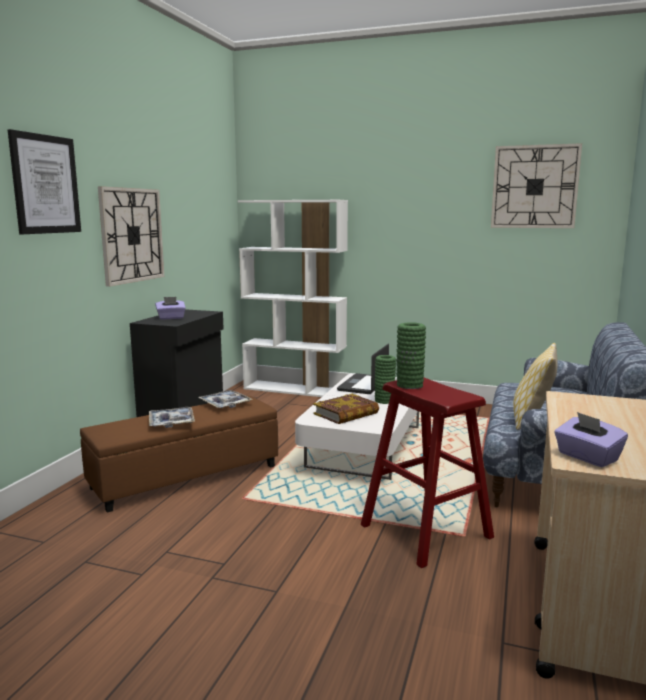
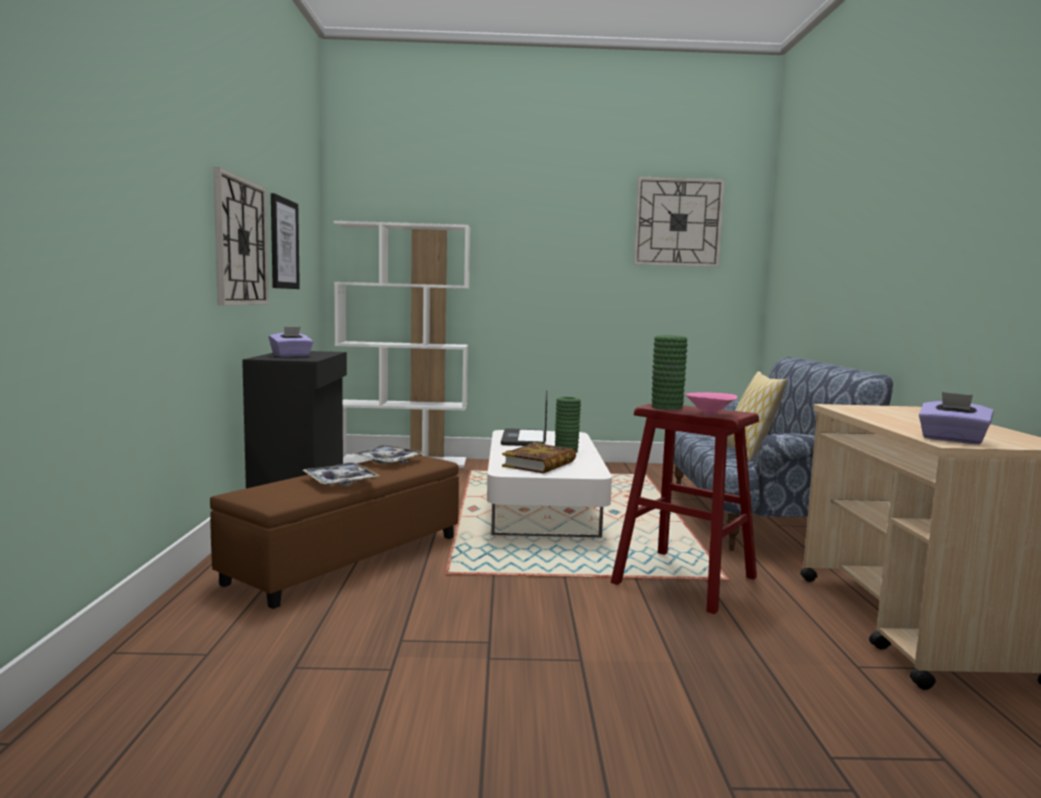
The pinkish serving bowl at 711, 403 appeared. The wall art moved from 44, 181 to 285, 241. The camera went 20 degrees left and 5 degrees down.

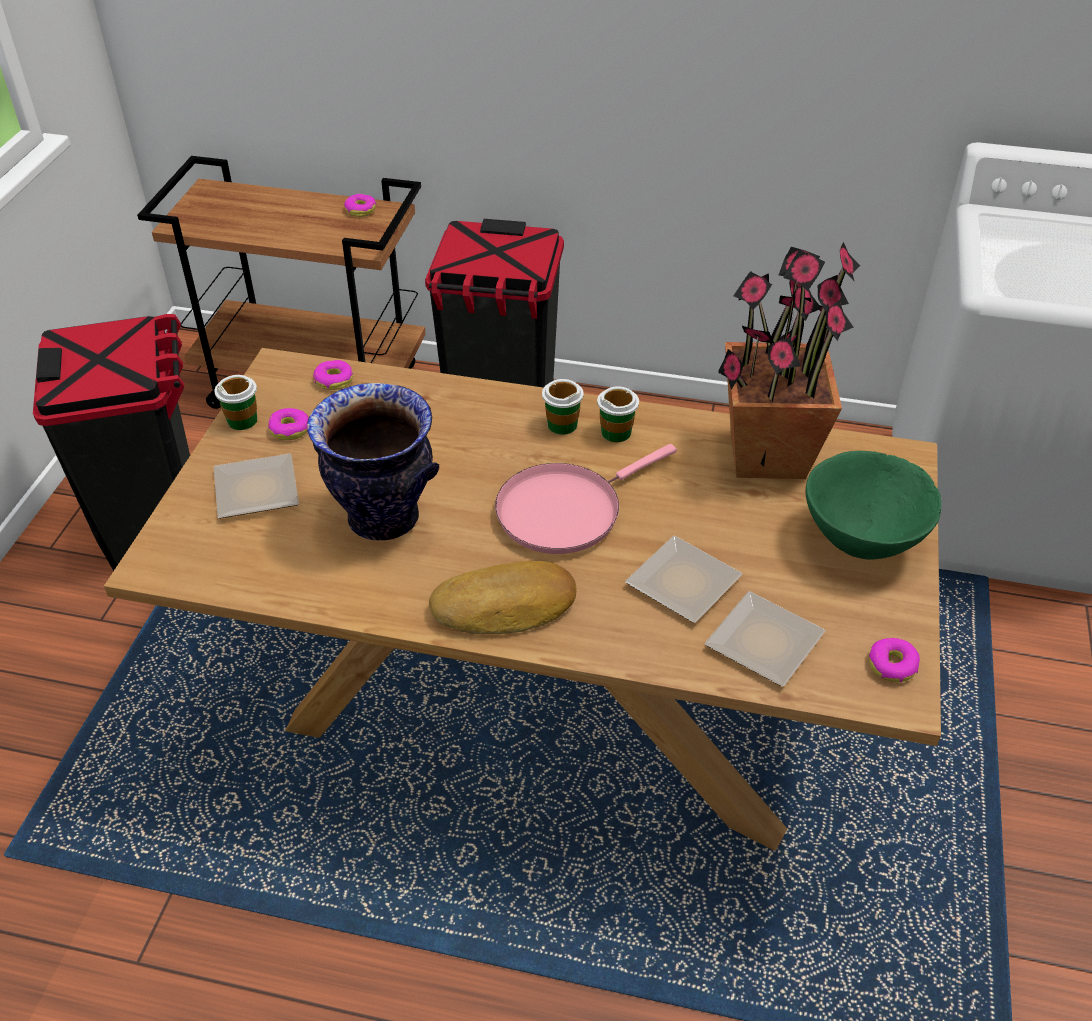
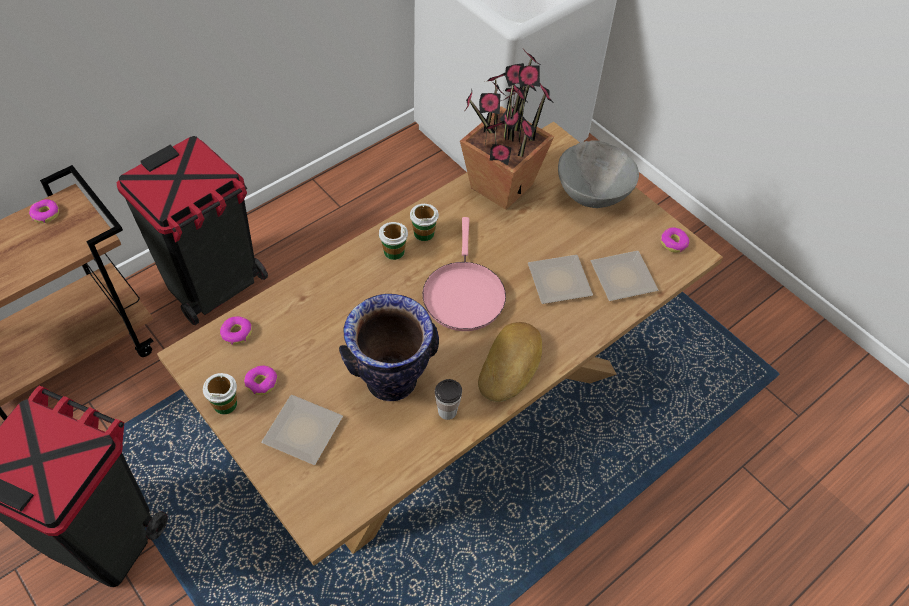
The small cup at 448, 399 appeared. The green serving bowl at 873, 505 became the gray serving bowl at 598, 174. The camera went 55 degrees left and 10 degrees up.

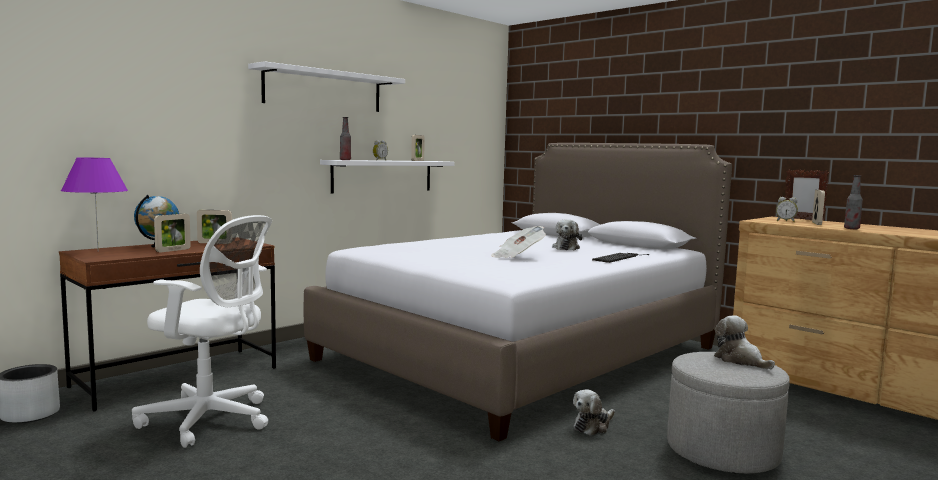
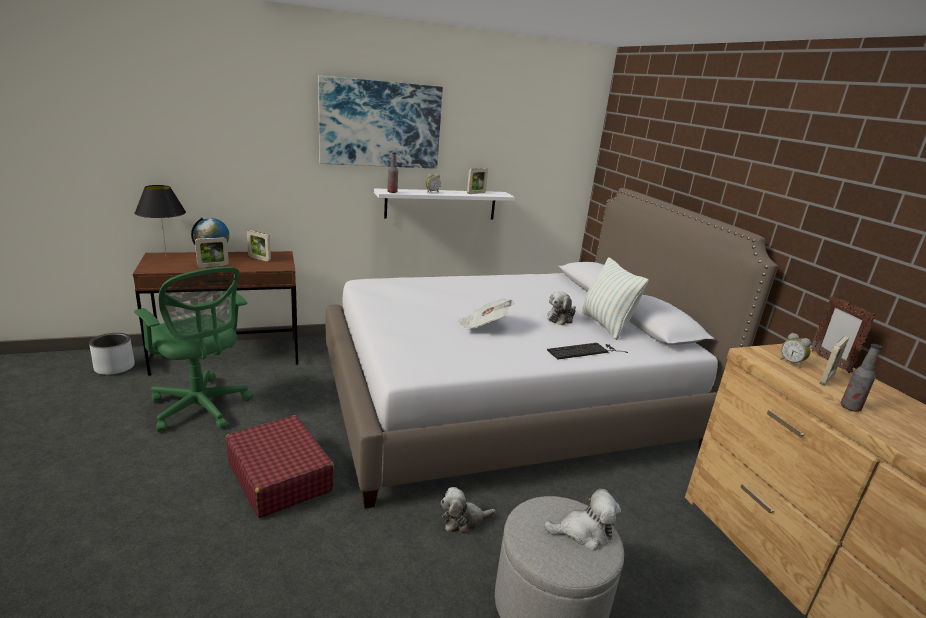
The reddish suitcase at 280, 466 appeared. The pillow at 614, 299 appeared. The white-coloured wall shelf at 326, 86 was replaced by the wall art at 380, 122. The purple lamp for a table at 94, 204 became the black lamp for a table at 160, 221. The white-coloured office chair at 202, 331 became the green office chair at 193, 349. The soft toy at 744, 342 turned 90 degrees clockwise. The camera went 25 degrees right and 15 degrees up.

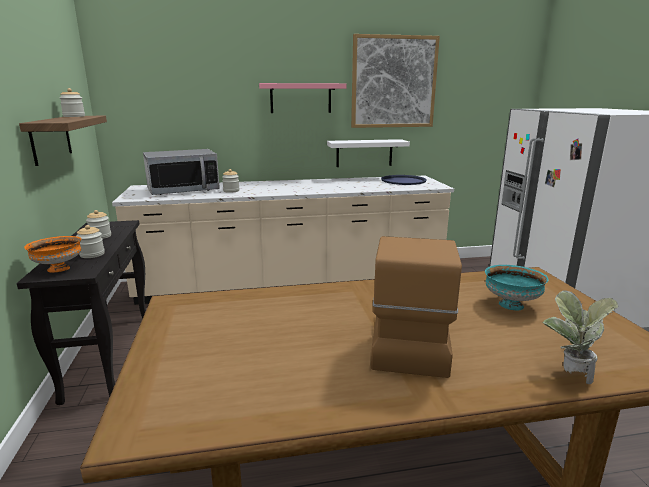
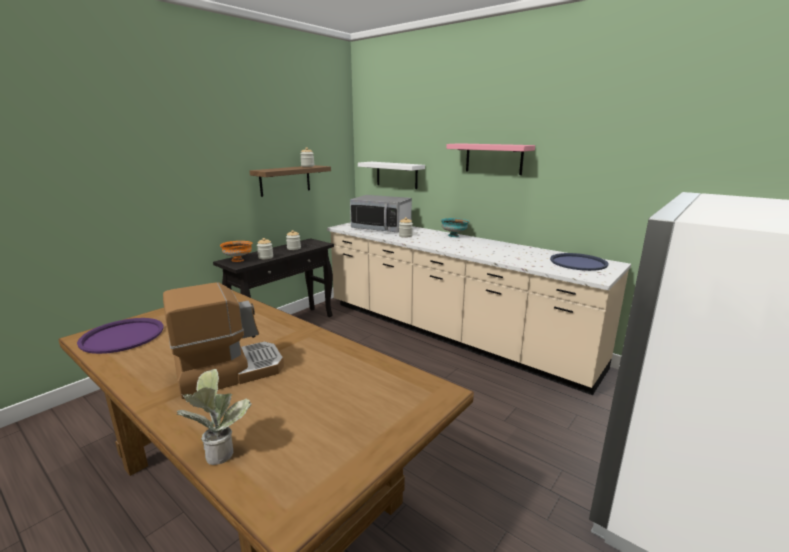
The wall art at 395, 81 disappeared. The purple tray at 120, 336 appeared. The white-coloured wall shelf moved from 368, 153 to 391, 175. The turquoise serving bowl moved from 517, 287 to 455, 227. The camera went 50 degrees right and 0 degrees up.

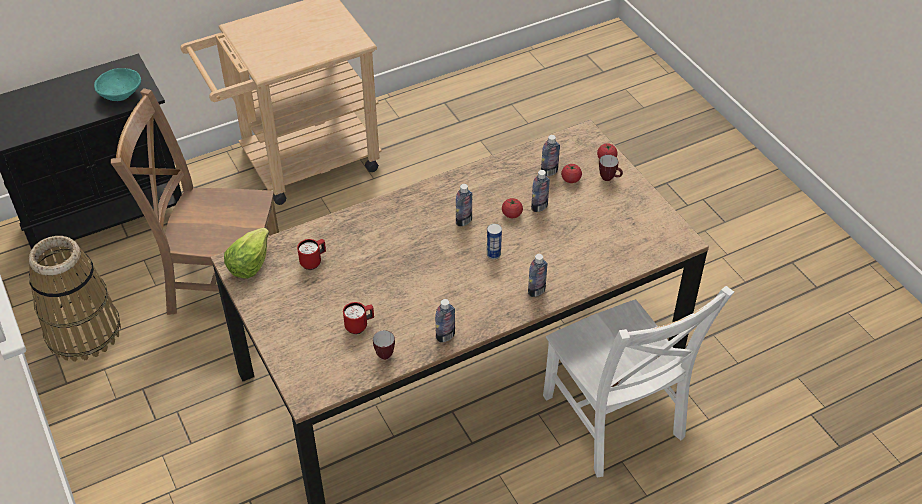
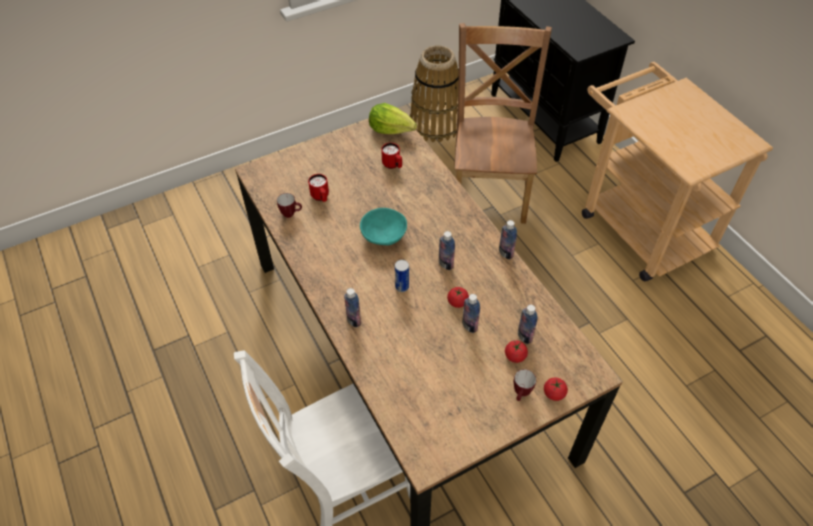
The turquoise serving bowl moved from 117, 84 to 383, 226. The drink bottle moved from 445, 320 to 508, 240. The camera went 90 degrees right and 5 degrees up.

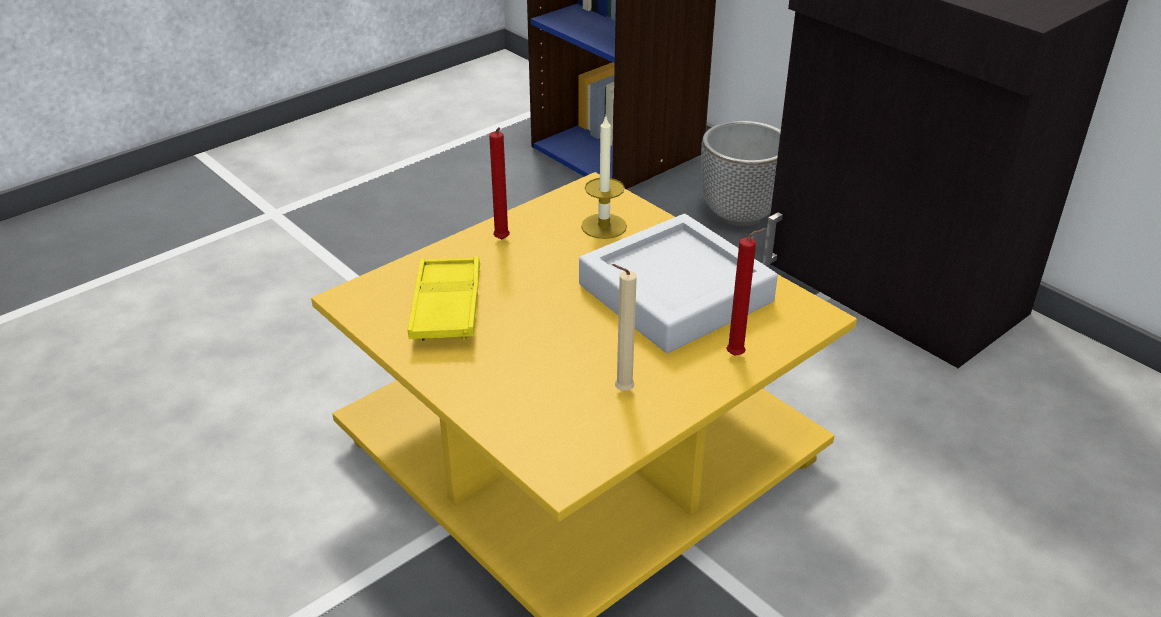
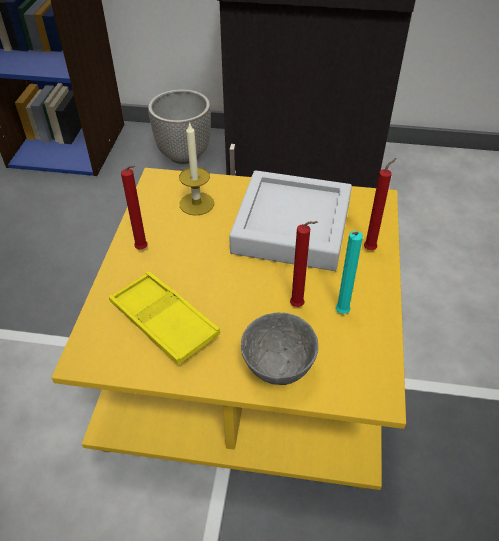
The gray serving bowl at 279, 348 appeared. The reddish wax candle at 304, 264 appeared. The beige-coloured wax candle at 624, 327 became the turquoise wax candle at 349, 272. The camera went 40 degrees left and 10 degrees up.

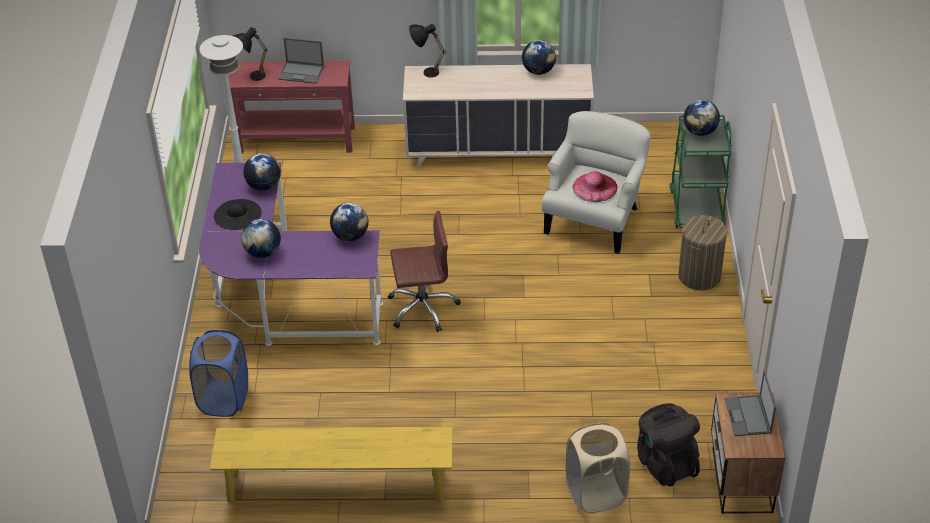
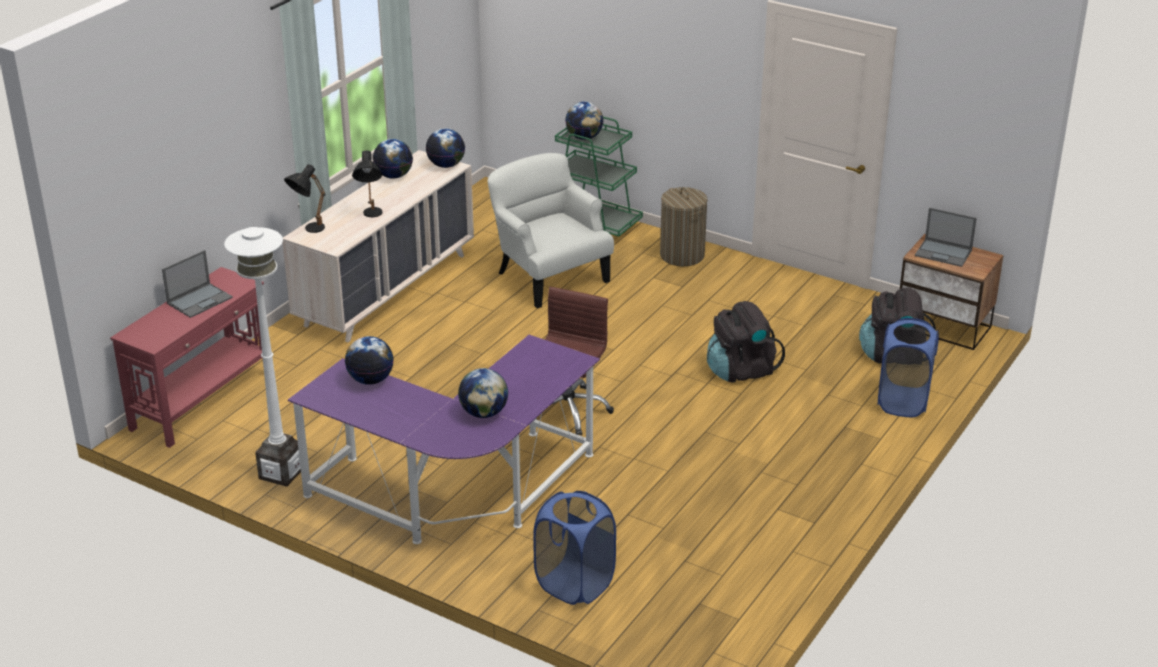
The yellow-coloured bench at 331, 465 disappeared. The black hat at 238, 214 disappeared. The pinkish hat at 595, 187 disappeared. The black rucksack at 746, 342 appeared. The black lamp for a table moved from 250, 54 to 367, 183. The world globe moved from 349, 222 to 445, 148. The beige-coloured laundry basket at 598, 468 became the bluish laundry basket at 908, 367. The camera went 60 degrees left and 10 degrees down.

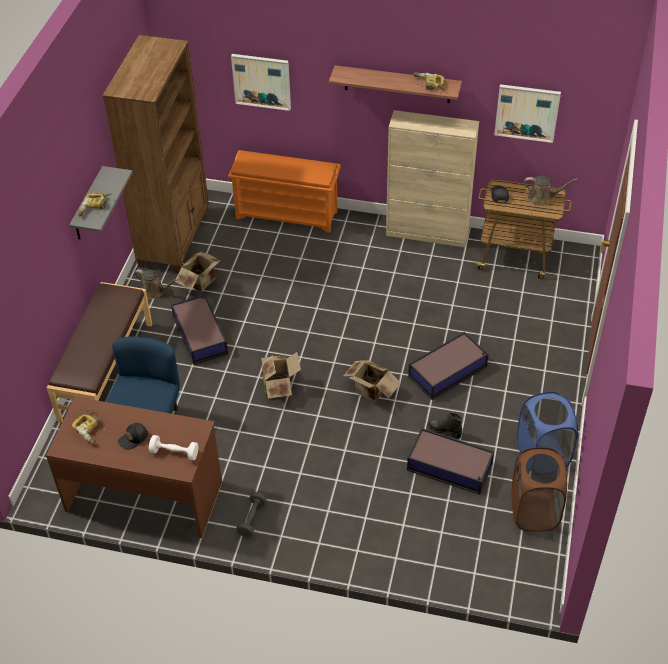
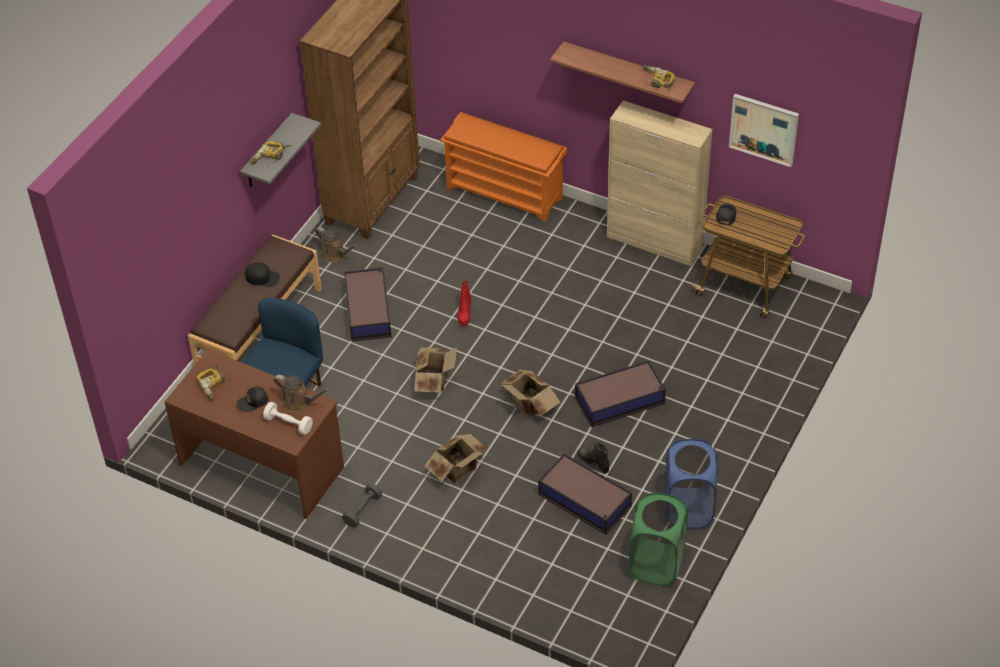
The wall art at 261, 82 disappeared. The black peaked cap at 262, 274 appeared. The reddish high-top boot at 464, 303 appeared. The packing box moved from 198, 271 to 456, 459. The brownish watering can moved from 551, 190 to 302, 393. The brownish laundry basket at 539, 489 became the green laundry basket at 658, 539. The camera went 15 degrees right and 0 degrees up.

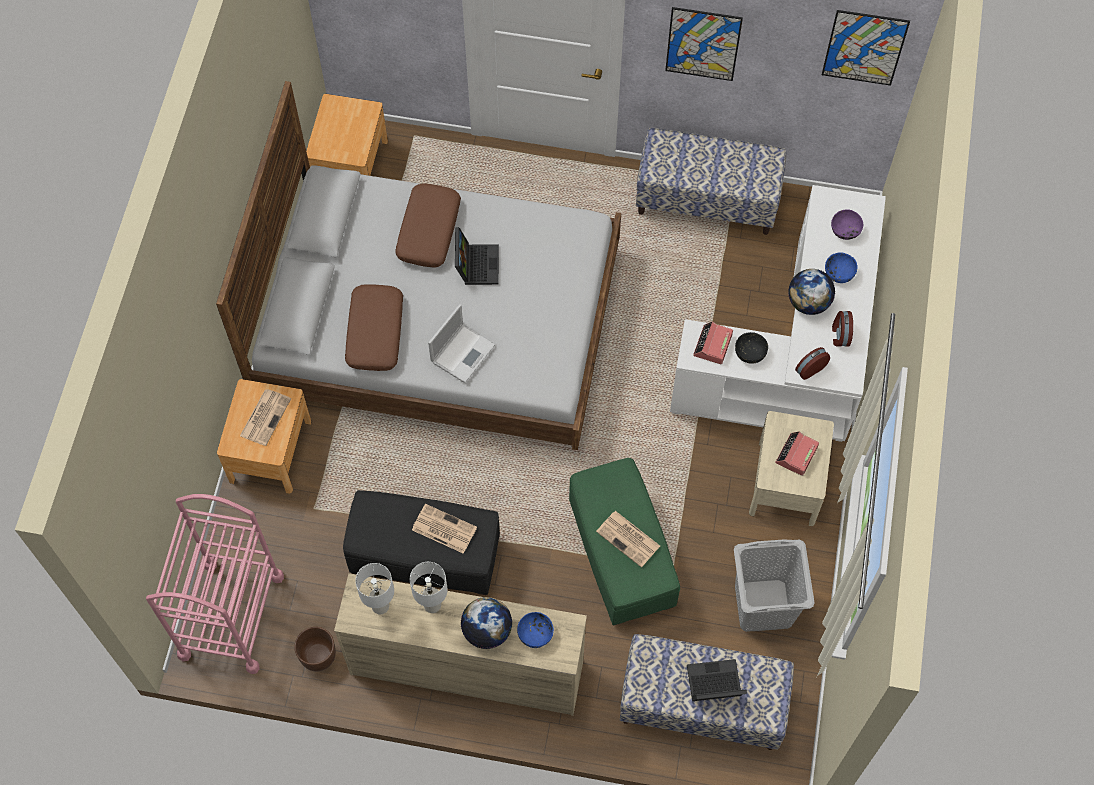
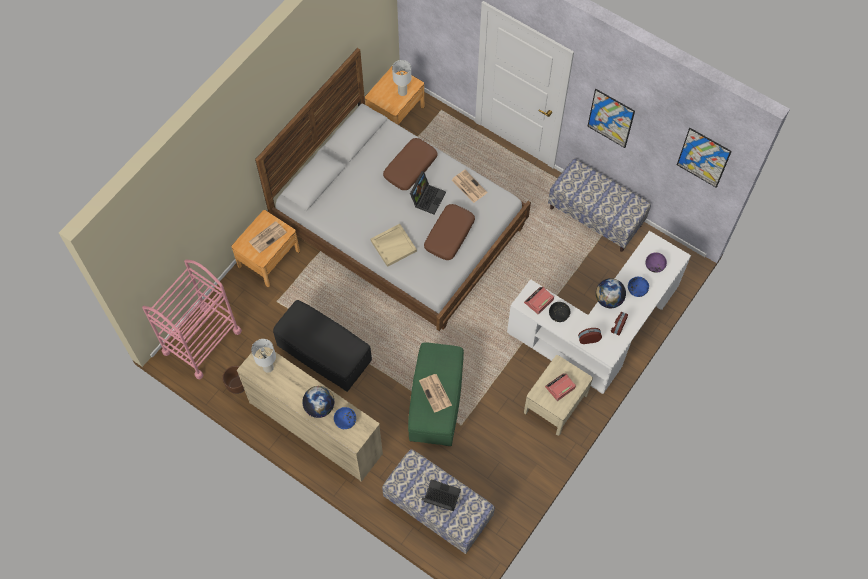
The gray laundry basket at 774, 586 disappeared. The brownish pillow moved from 374, 327 to 449, 232. The white-coloured lamp for a table moved from 429, 587 to 401, 78. The newspaper moved from 444, 529 to 470, 186. The portable computer at 462, 343 was replaced by the beige-coloured tray at 394, 245. The camera went 25 degrees right and 0 degrees up.

